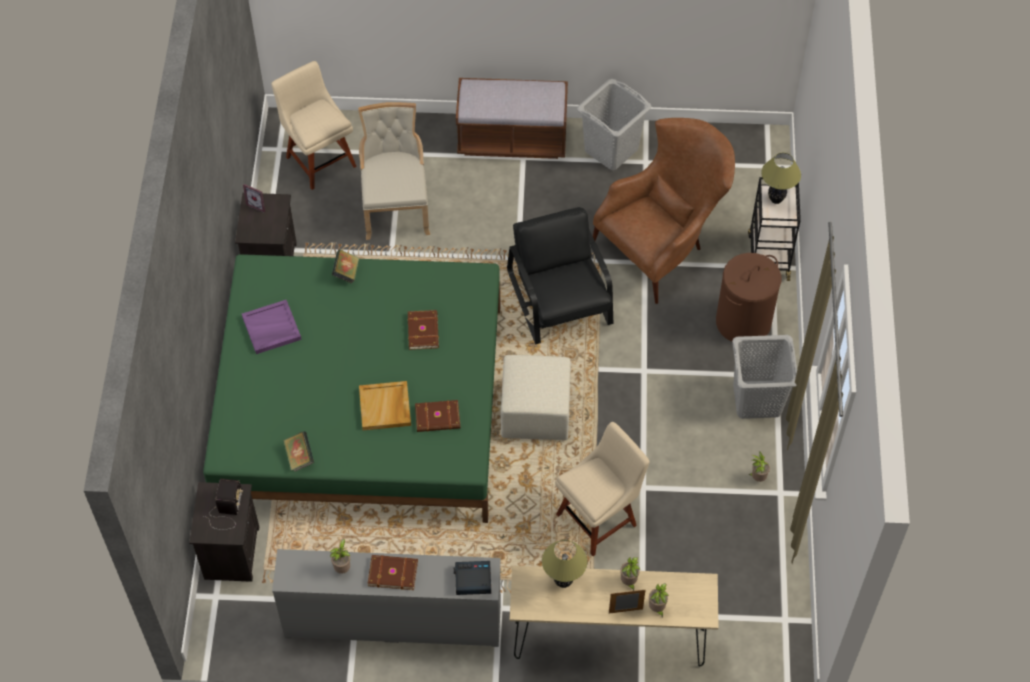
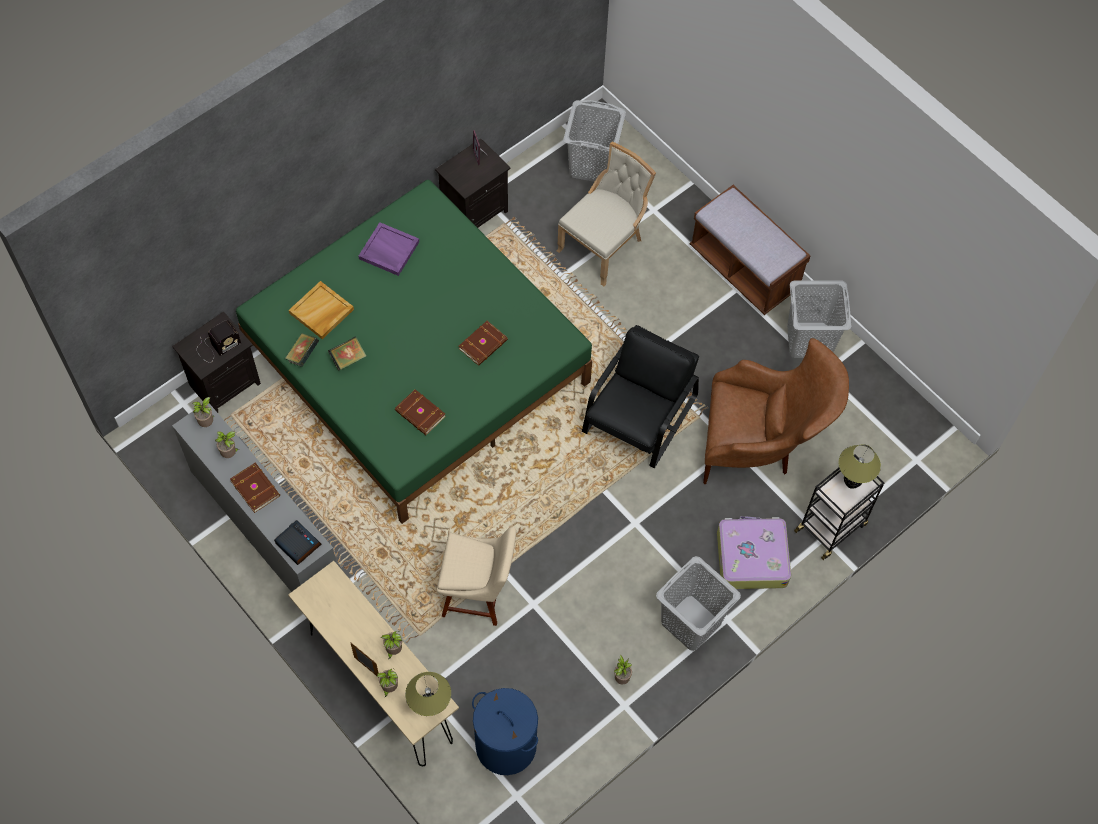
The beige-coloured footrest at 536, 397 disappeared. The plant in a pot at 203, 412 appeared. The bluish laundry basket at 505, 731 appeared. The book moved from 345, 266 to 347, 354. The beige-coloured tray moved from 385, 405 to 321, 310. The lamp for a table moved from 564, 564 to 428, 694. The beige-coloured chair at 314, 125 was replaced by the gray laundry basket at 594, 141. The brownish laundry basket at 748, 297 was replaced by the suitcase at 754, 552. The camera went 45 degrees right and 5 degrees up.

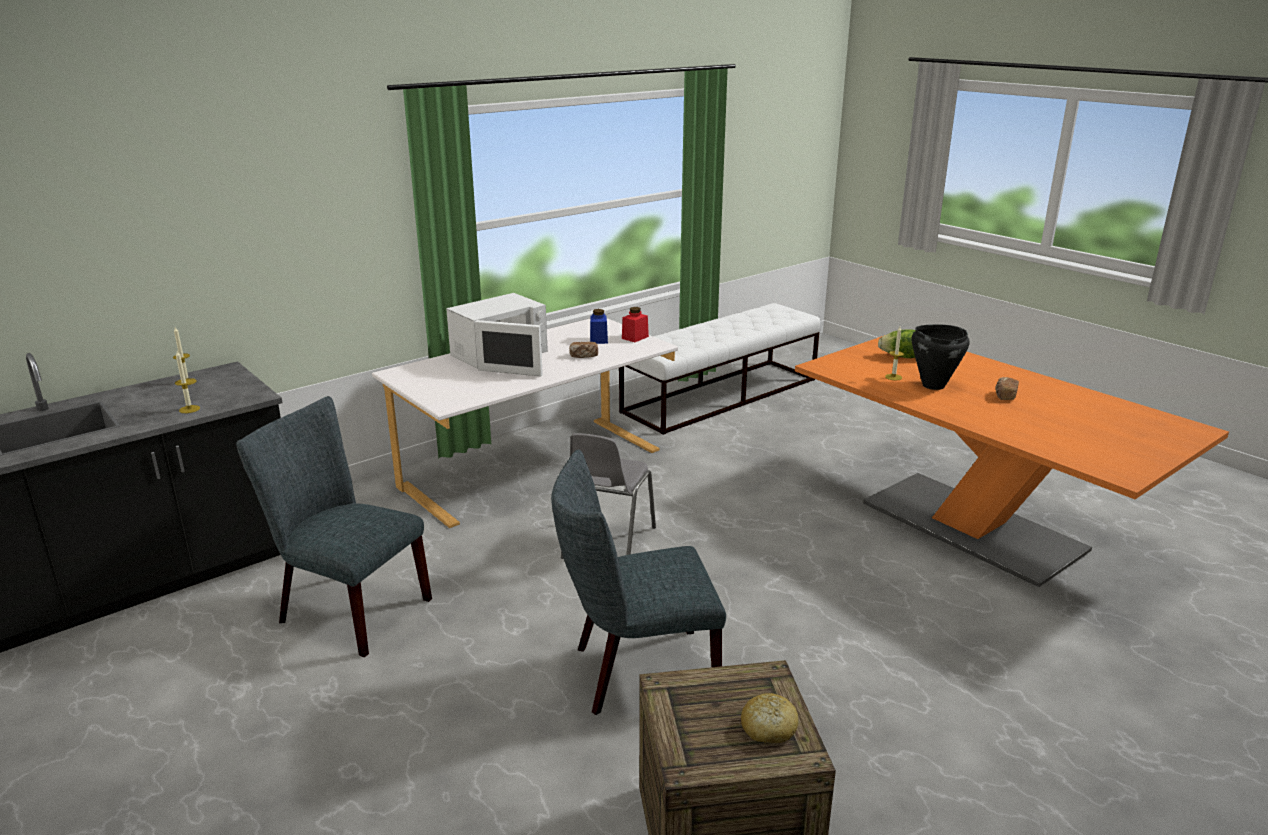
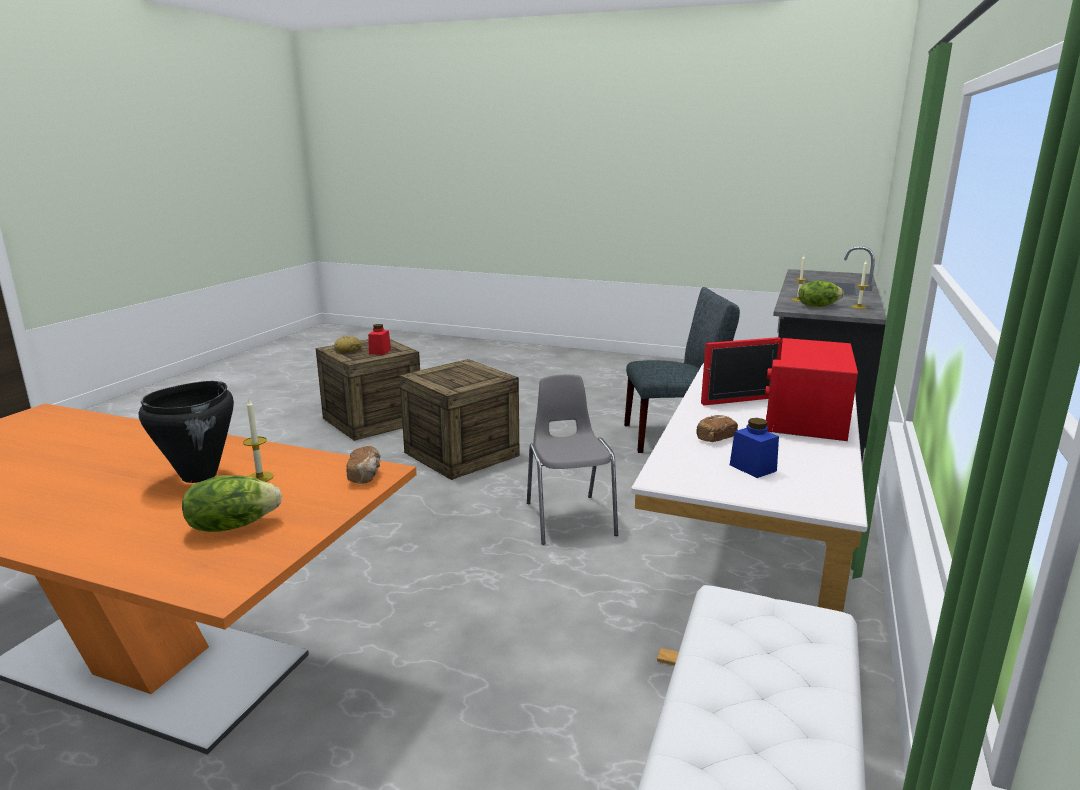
The lettuce head at 821, 293 appeared. The reddish preserve jar moved from 635, 324 to 379, 339. The bakery bread moved from 1007, 388 to 363, 465. The gray chair at 638, 582 was replaced by the packing crate at 459, 419. The white-coloured kitchen microwave at 497, 335 became the reddish kitchen microwave at 779, 389. The camera went 150 degrees right and 5 degrees down.

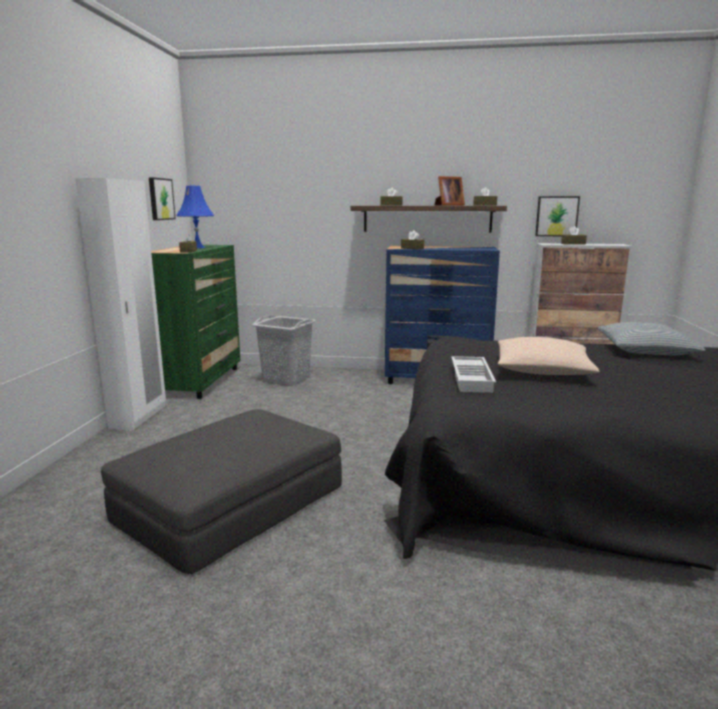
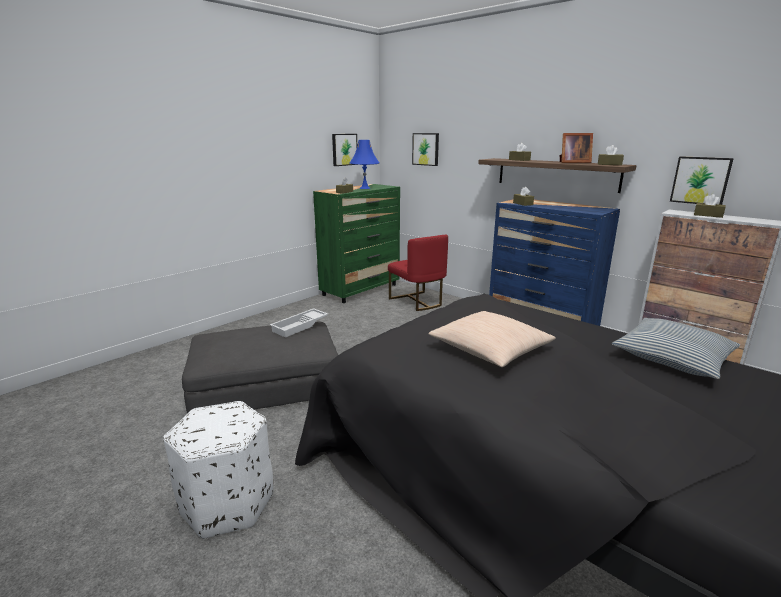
The white-coloured clothes cupboard at 120, 304 disappeared. The white-coloured footrest at 218, 470 appeared. The wall art at 425, 149 appeared. The white-coloured tray moved from 473, 374 to 299, 323. The gray laundry basket at 284, 350 was replaced by the reddish chair at 418, 273. The camera went 35 degrees right and 5 degrees up.

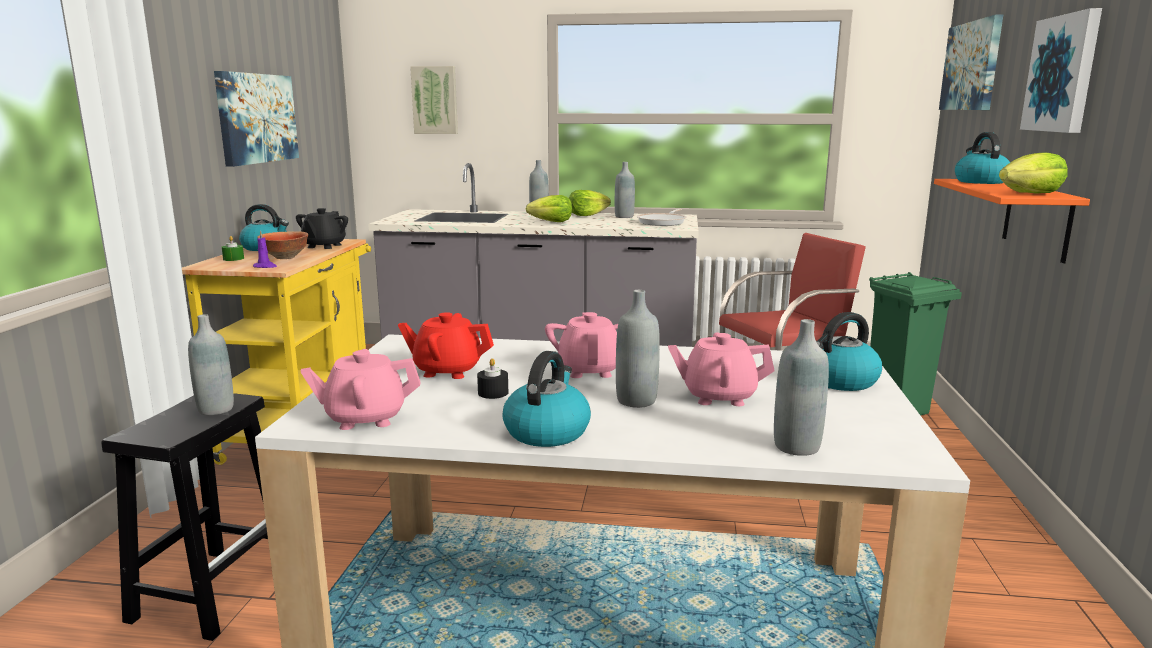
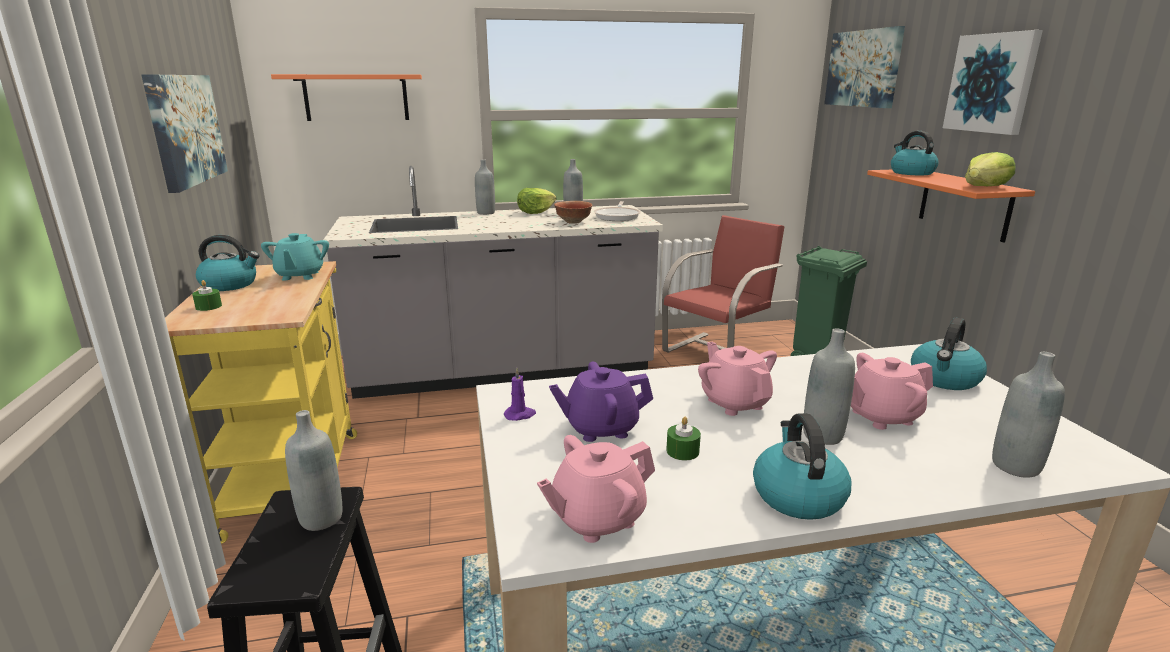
The lettuce head at 549, 208 disappeared. The purple wax candle moved from 265, 249 to 520, 394. The serving bowl moved from 282, 245 to 573, 212. The wall art at 434, 100 was replaced by the orange wall shelf at 346, 97. The black pot for tea at 322, 228 became the turquoise pot for tea at 295, 256. The reddish pot for tea at 446, 345 became the purple pot for tea at 601, 402. The black wax candle at 492, 378 became the green wax candle at 683, 438. The camera went 20 degrees left and 5 degrees up.

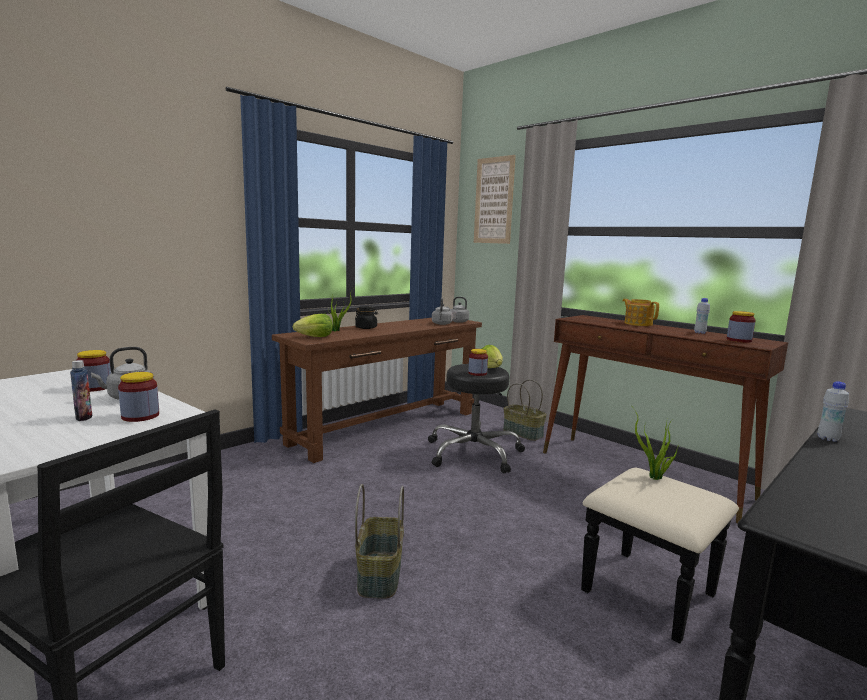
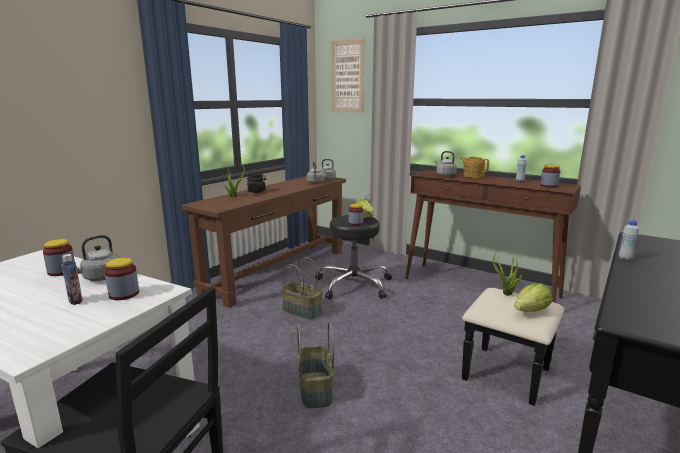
The gray water kettle at 446, 164 appeared. The lettuce head moved from 313, 325 to 533, 297. The storage basket moved from 525, 410 to 302, 288. The camera went 10 degrees left and 5 degrees up.

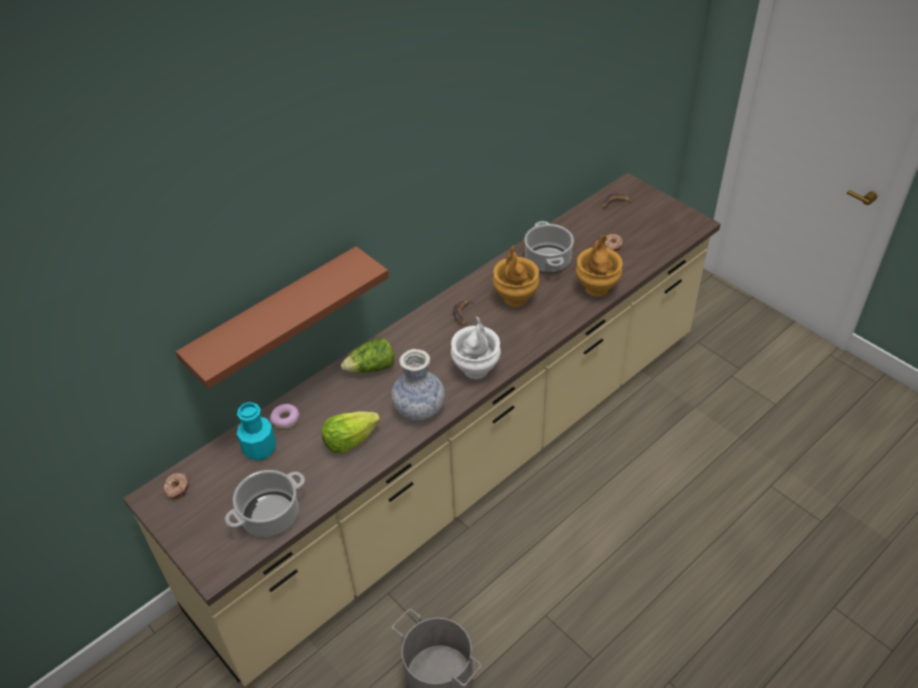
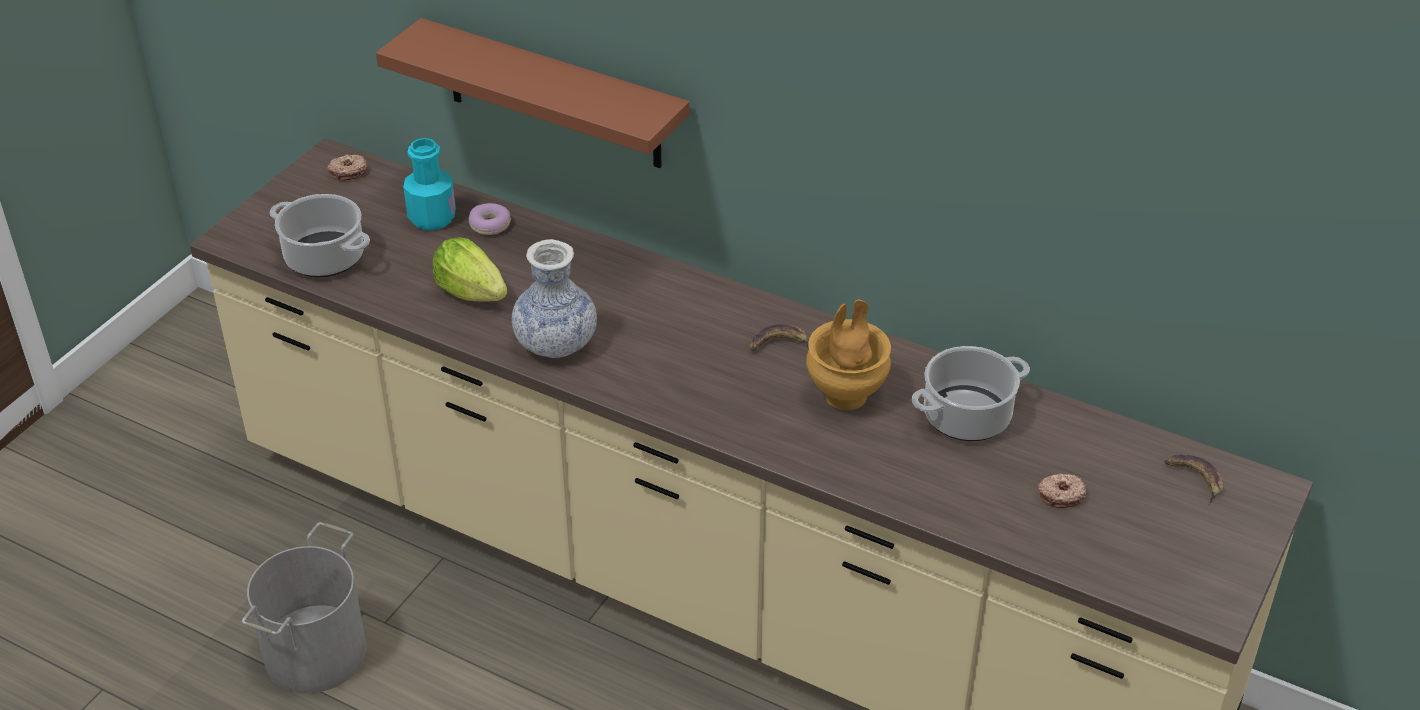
The lettuce head at 368, 355 disappeared. The white-coloured flower vase at 476, 347 disappeared. The brownish flower vase at 599, 266 disappeared. The camera went 70 degrees right and 5 degrees down.

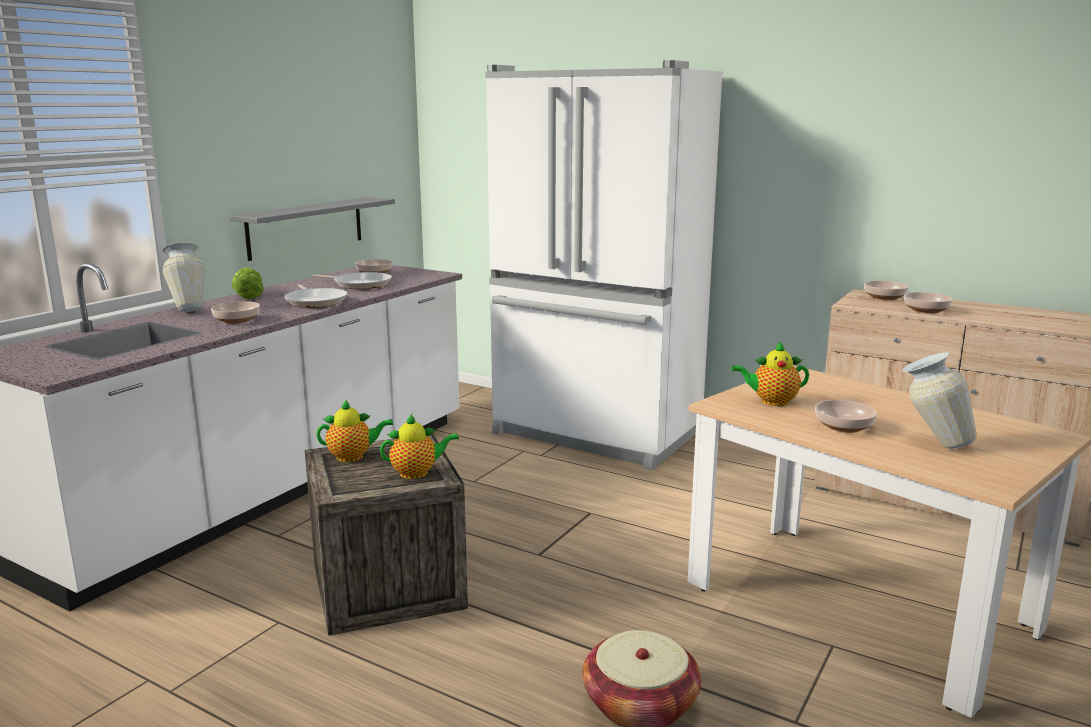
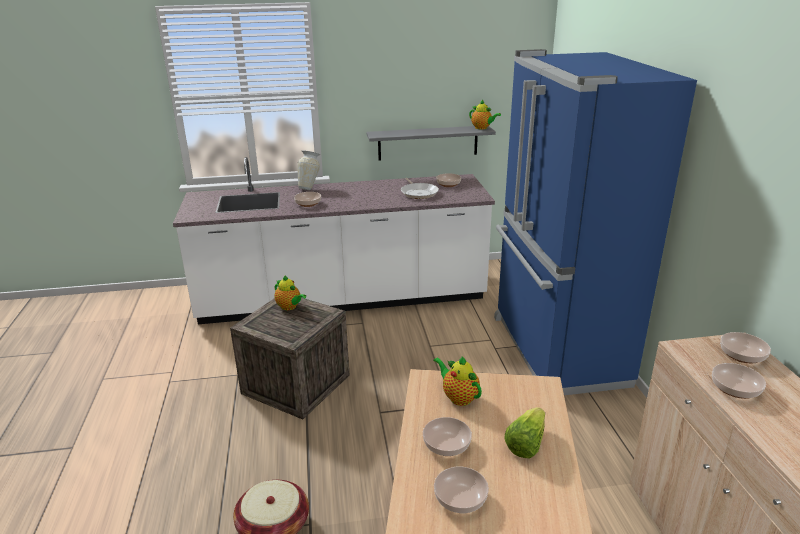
The skillet at 316, 296 disappeared. The lettuce head moved from 248, 283 to 524, 432. The pot for tea moved from 419, 446 to 485, 115. The flower vase at 939, 400 was replaced by the serving bowl at 461, 490. The white-coloured fridge at 603, 265 became the bluish fridge at 595, 222. The camera went 50 degrees right and 10 degrees up.

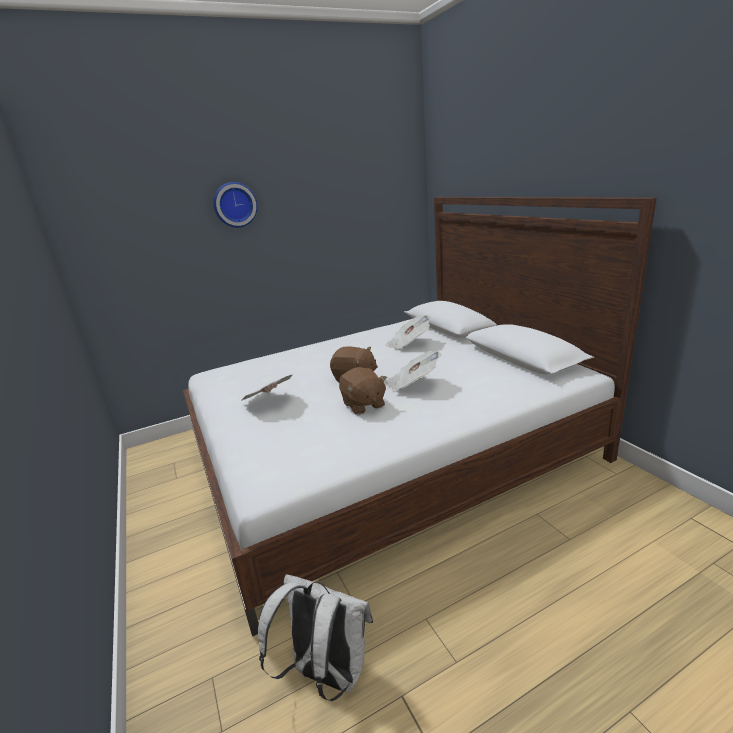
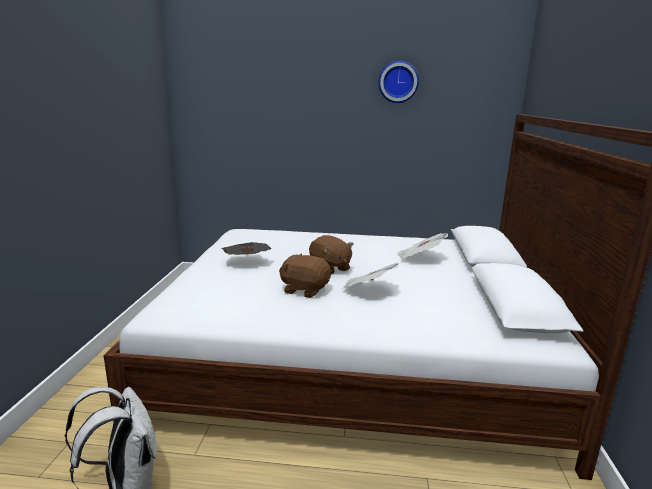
The wall clock moved from 235, 205 to 398, 82. The brownish soft toy at 363, 391 turned 105 degrees clockwise. The camera went 30 degrees right and 5 degrees down.

